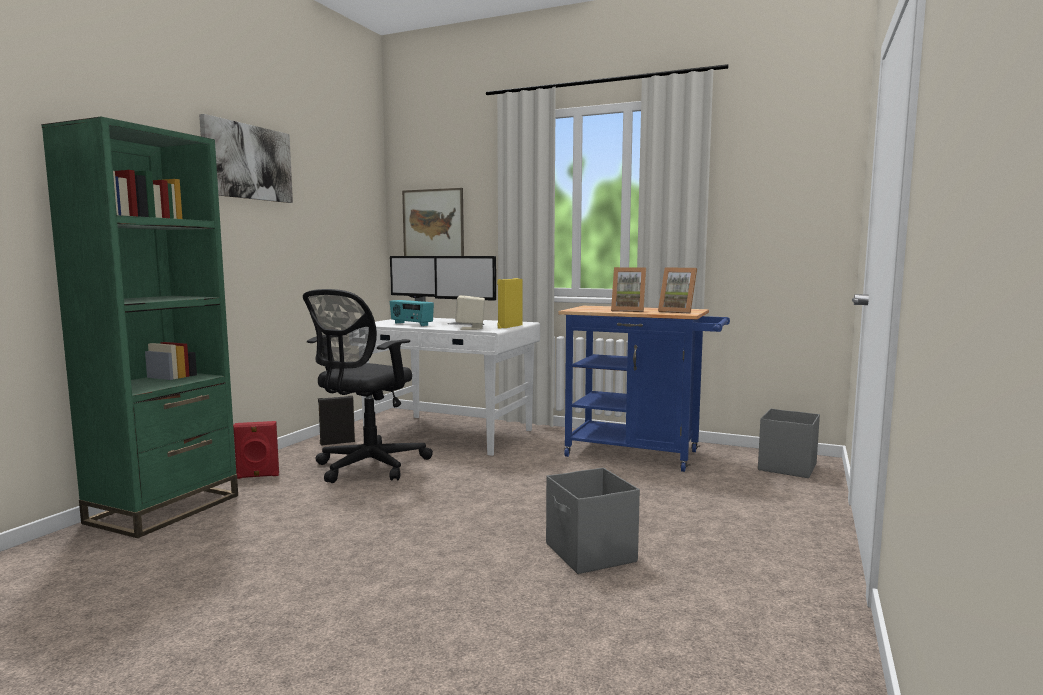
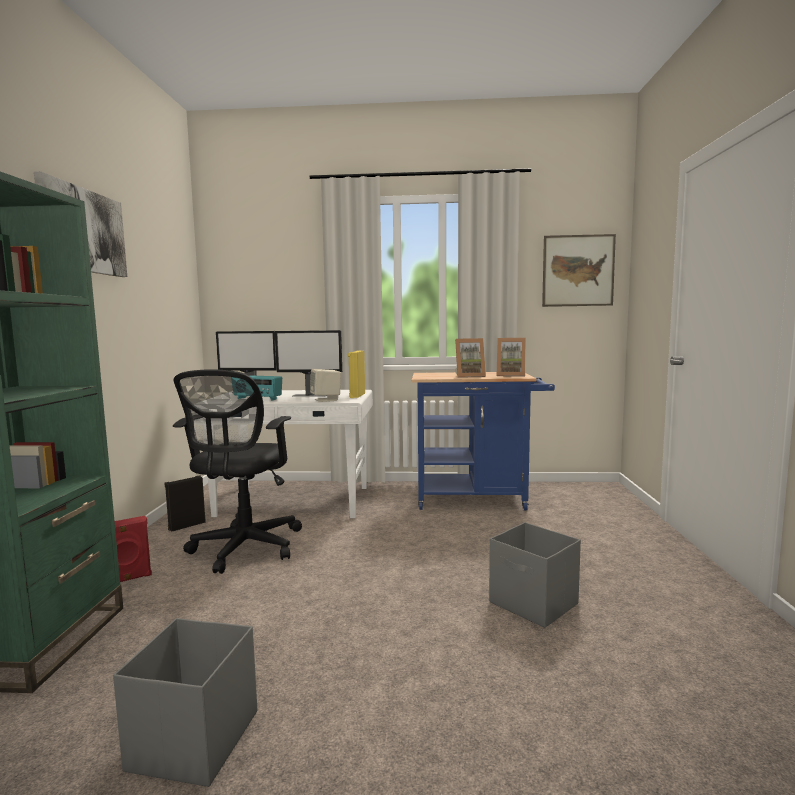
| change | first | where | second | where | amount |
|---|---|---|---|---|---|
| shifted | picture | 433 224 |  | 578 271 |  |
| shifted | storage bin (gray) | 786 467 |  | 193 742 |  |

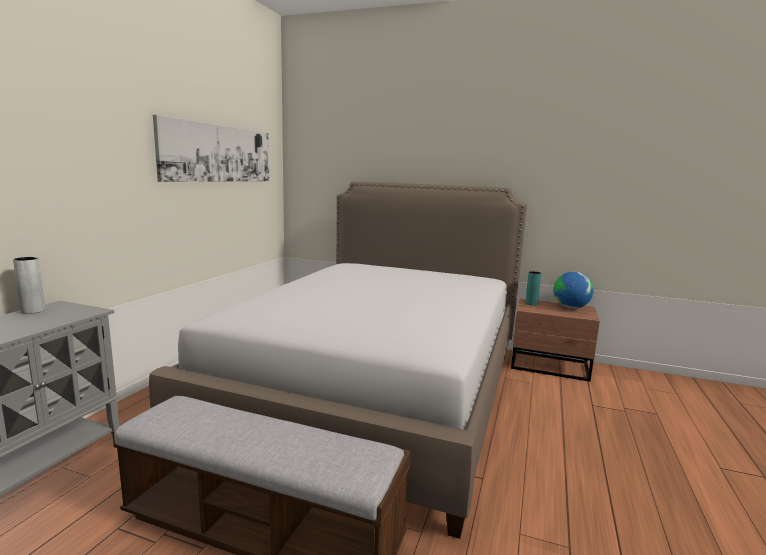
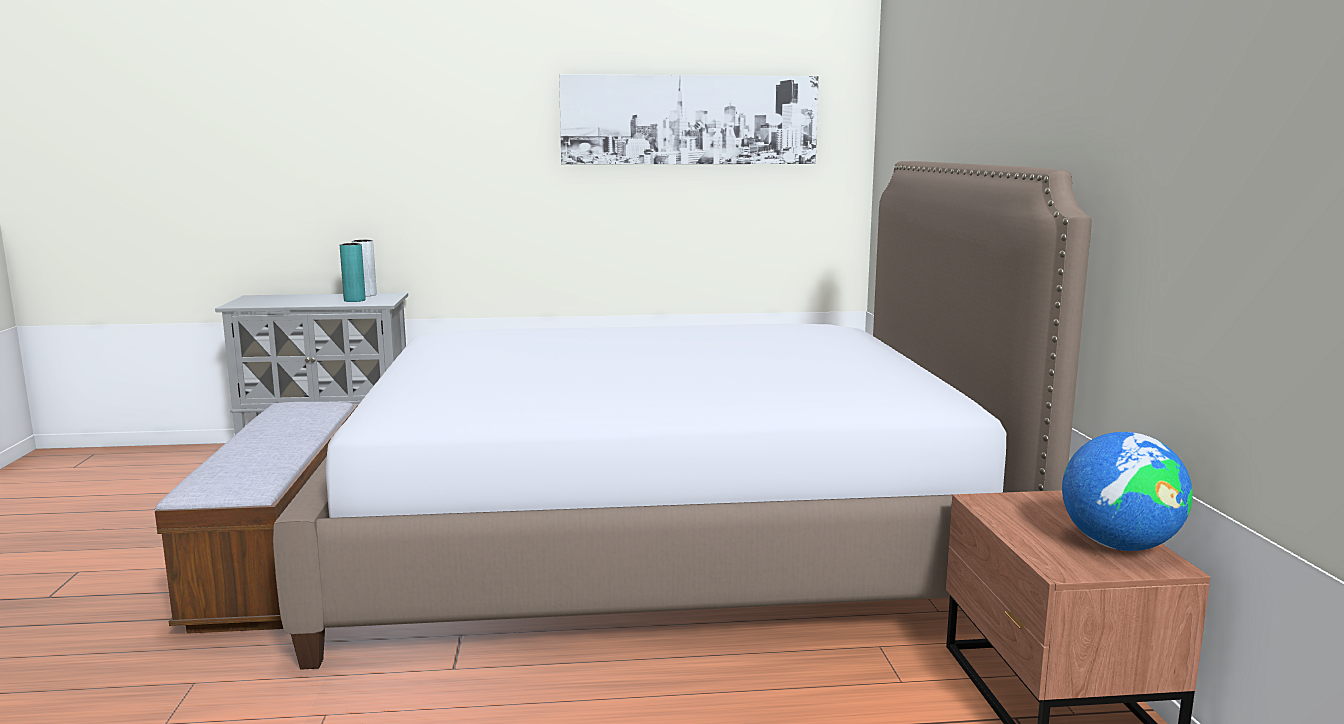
| change | first | where | second | where | amount |
|---|---|---|---|---|---|
| shifted | decorative vase (turquoise-coloured) | 531 304 |  | 354 300 |  |

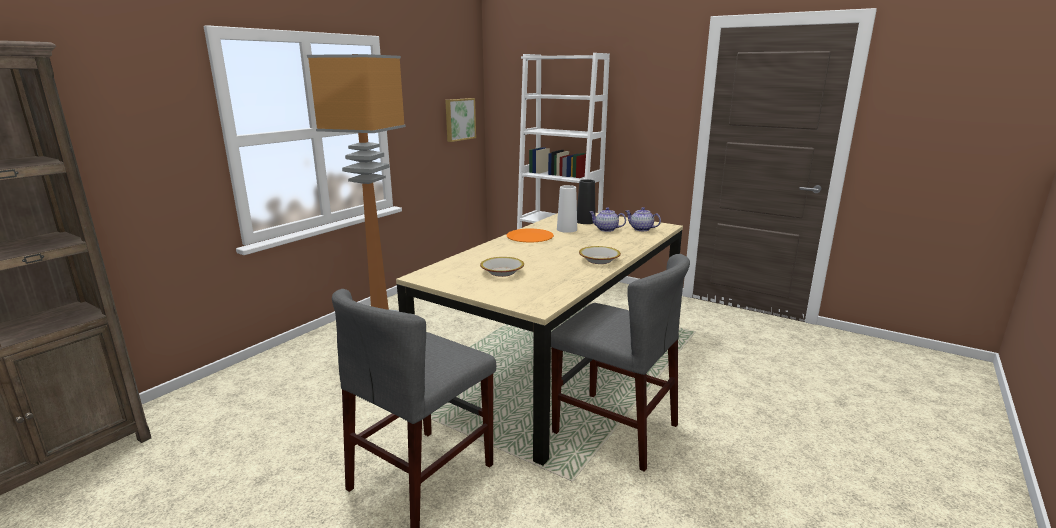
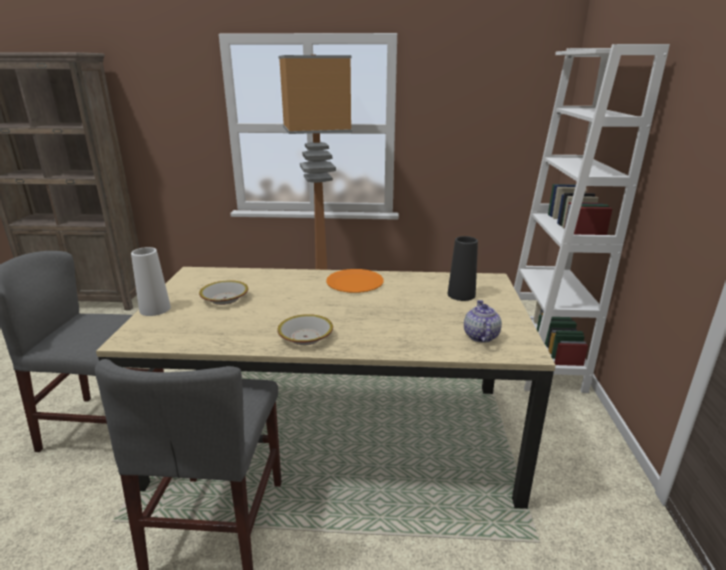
| change | first | where | second | where | amount |
|---|---|---|---|---|---|
| gone | picture | 459 119 |  |  |  |
| shifted | decorative vase (white-coloured) | 567 229 |  | 155 309 |  |
| gone | teapot | 606 229 |  |  |  |

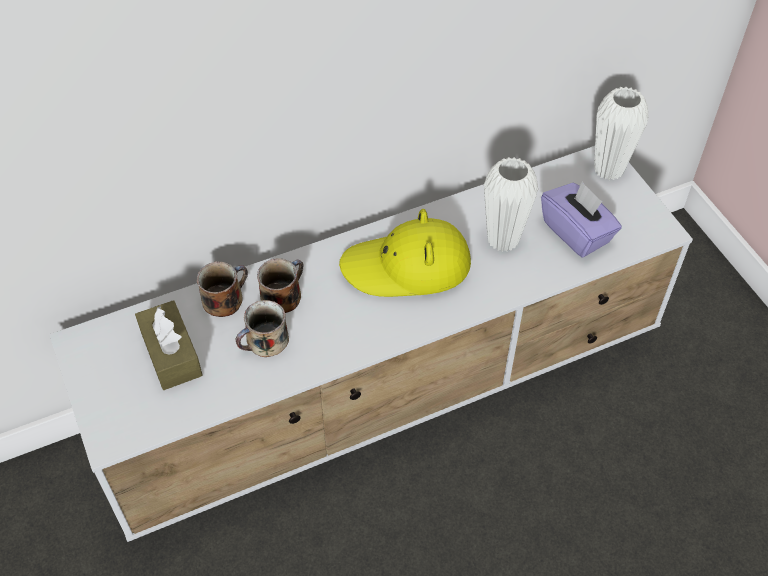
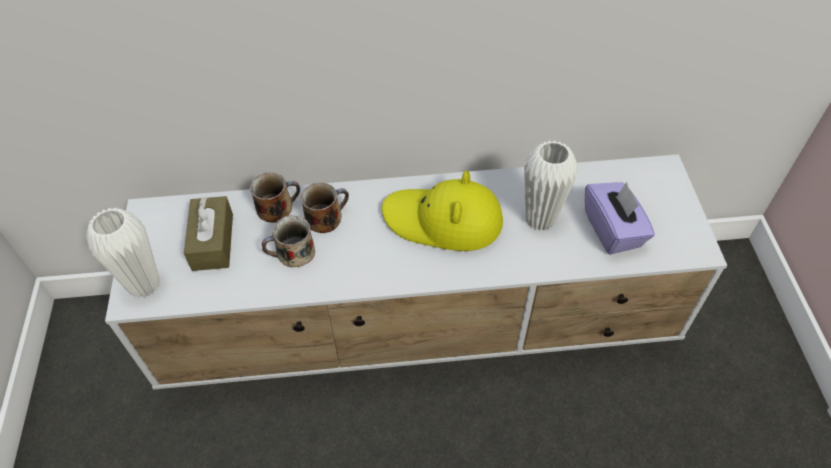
| change | first | where | second | where | amount |
|---|---|---|---|---|---|
| shifted | decorative vase (white-coloured) | 608 169 |  | 144 284 |  |

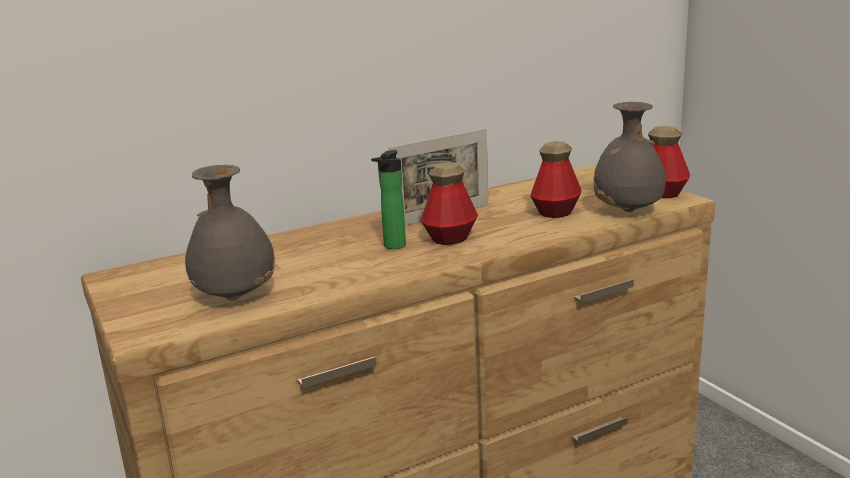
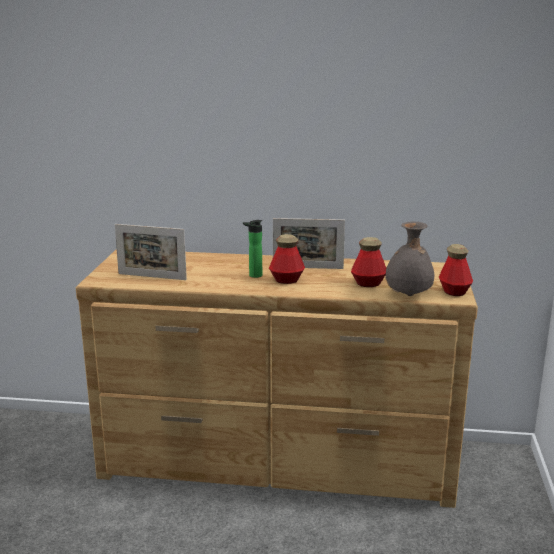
| change | first | where | second | where | amount |
|---|---|---|---|---|---|
| swapped | decorative vase (gray) | 235 296 | photo frame | 152 277 |  |

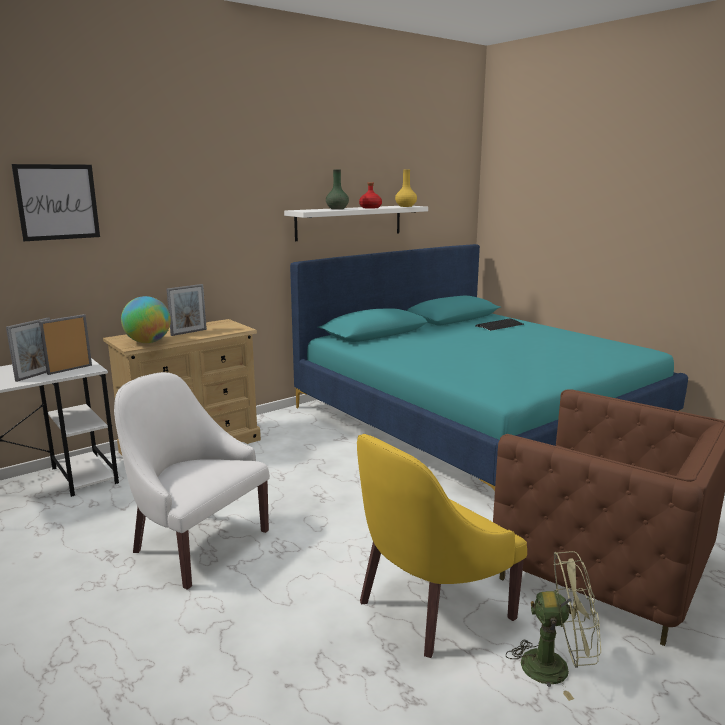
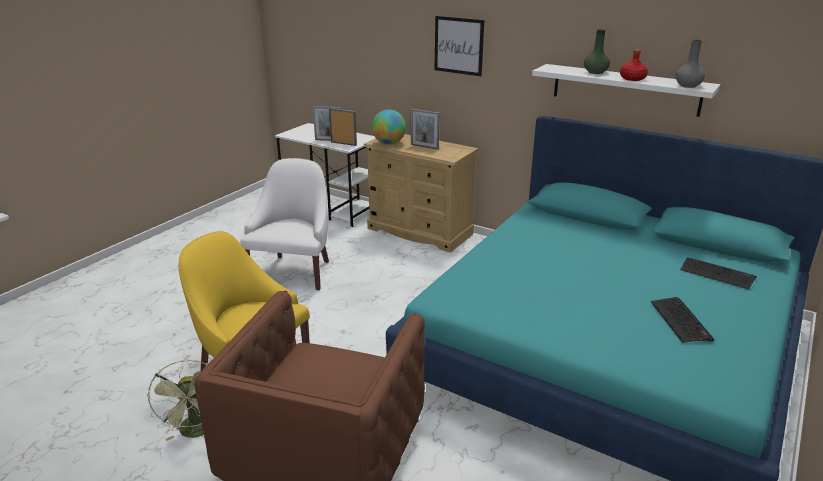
| change | first | where | second | where | amount |
|---|---|---|---|---|---|
| shifted | picture | 57 202 |  | 458 45 |  |
| repainted | decorative vase (yellowish) | 405 206 | decorative vase (gray) | 687 85 |  |
| new |  |  | computer keyboard | 681 320 |  |

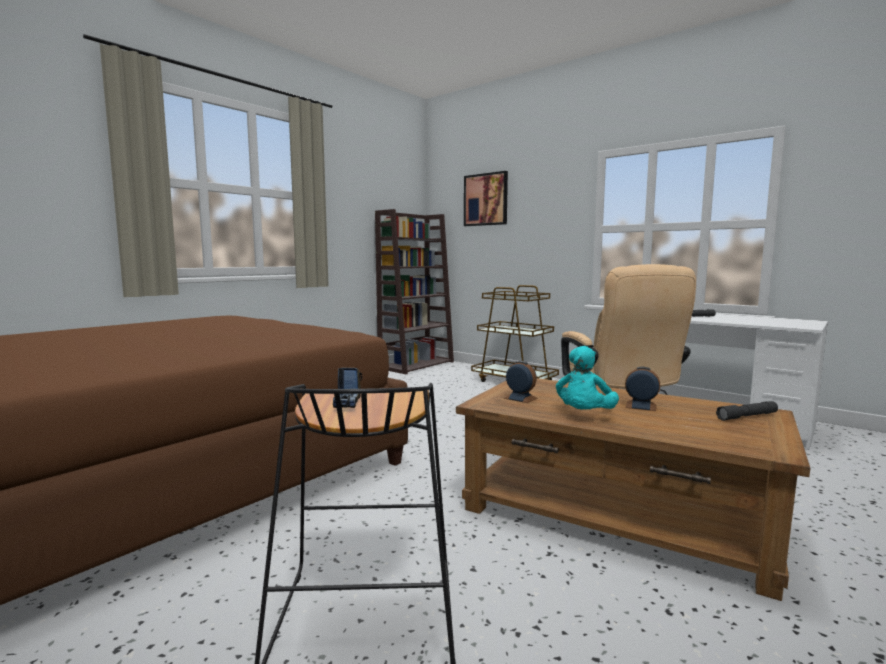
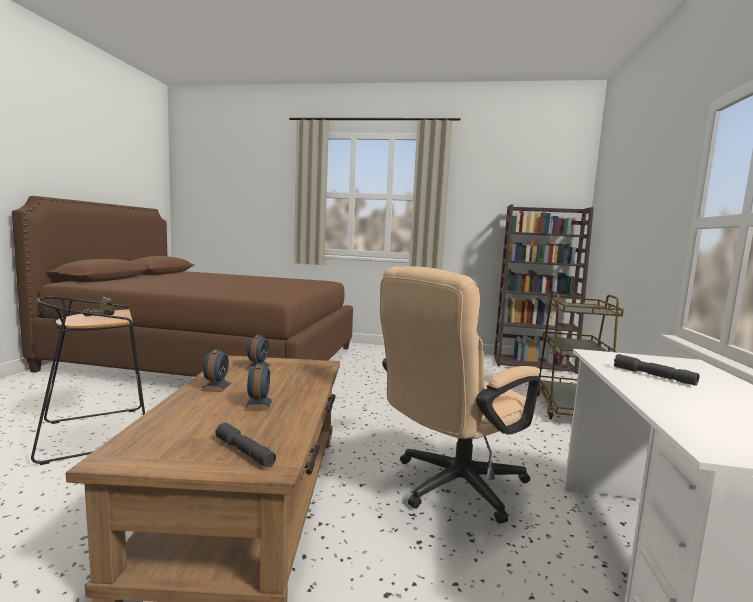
| change | first | where | second | where | amount |
|---|---|---|---|---|---|
| gone | picture | 486 199 |  |  |  |
| swapped | soft toy (turquoise-coloured) | 584 415 | bedside clock | 216 386 |  |

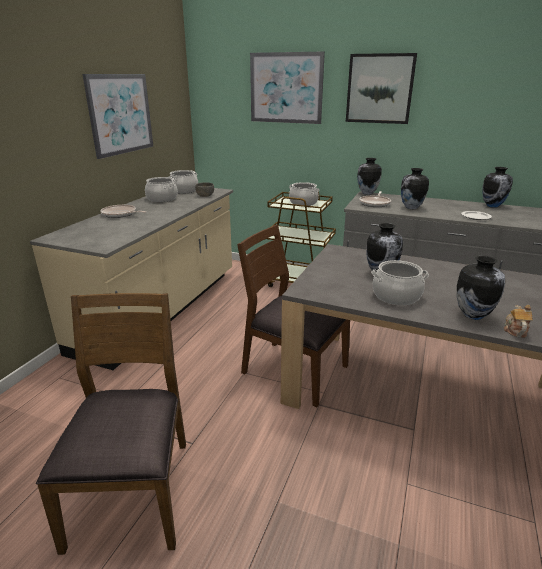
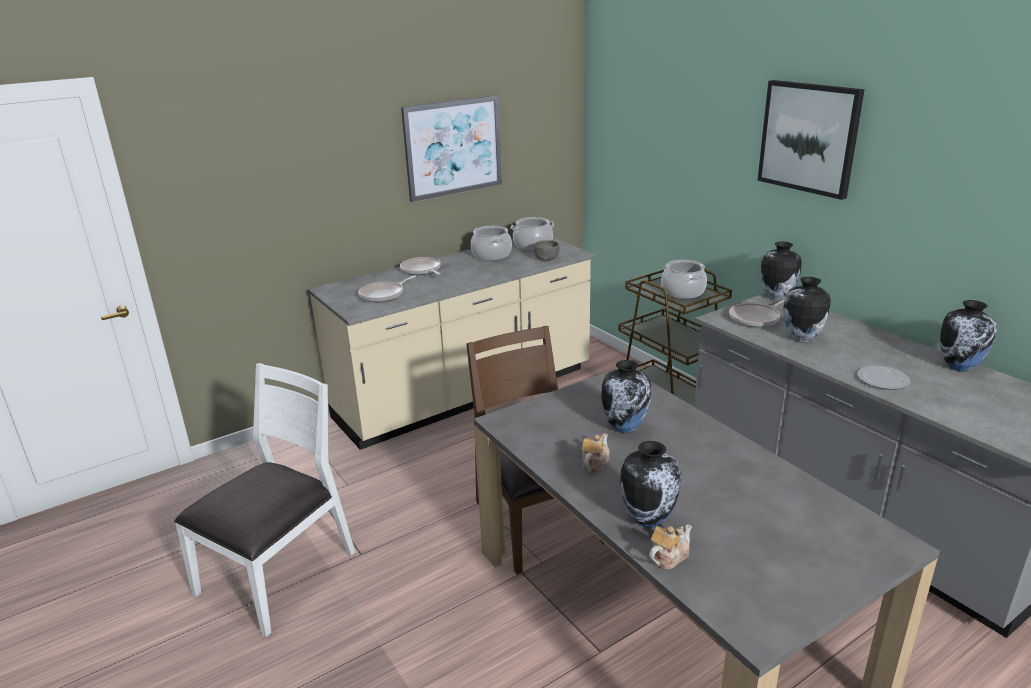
| change | first | where | second | where | amount |
|---|---|---|---|---|---|
| repainted | chair (brownish) | 133 491 | chair (white-coloured) | 279 573 |  |
| gone | picture | 286 88 |  |  |  |
| swapped | saucepot | 396 296 | teapot | 594 463 |  |
| new |  |  | skillet | 384 295 |  |

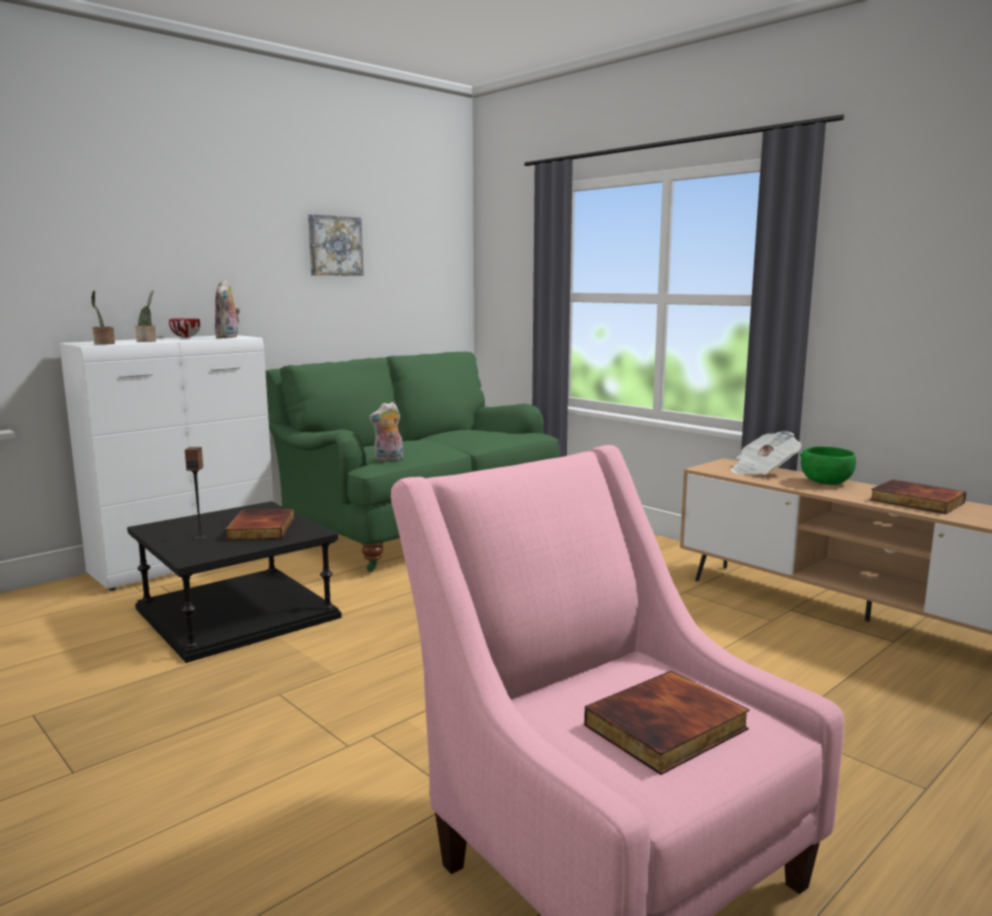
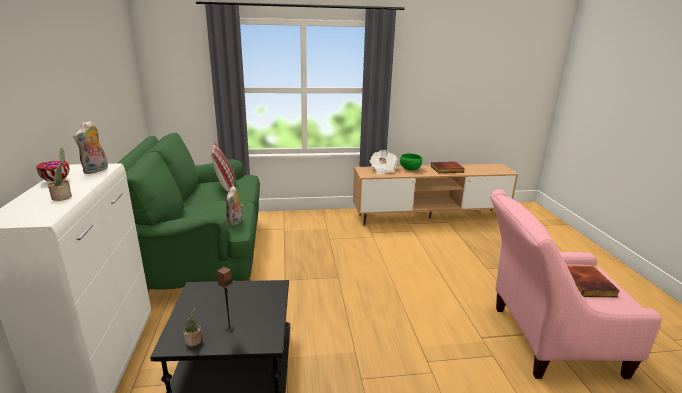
| change | first | where | second | where | amount |
|---|---|---|---|---|---|
| shifted | houseplant | 103 344 |  | 194 341 |  |
| rotated | soft toy | 228 337 |  | 96 170 | 75 degrees clockwise |
| gone | book | 259 529 |  |  |  |
| gone | picture | 334 246 |  |  |  |
| new |  |  | cushion | 225 186 |  |

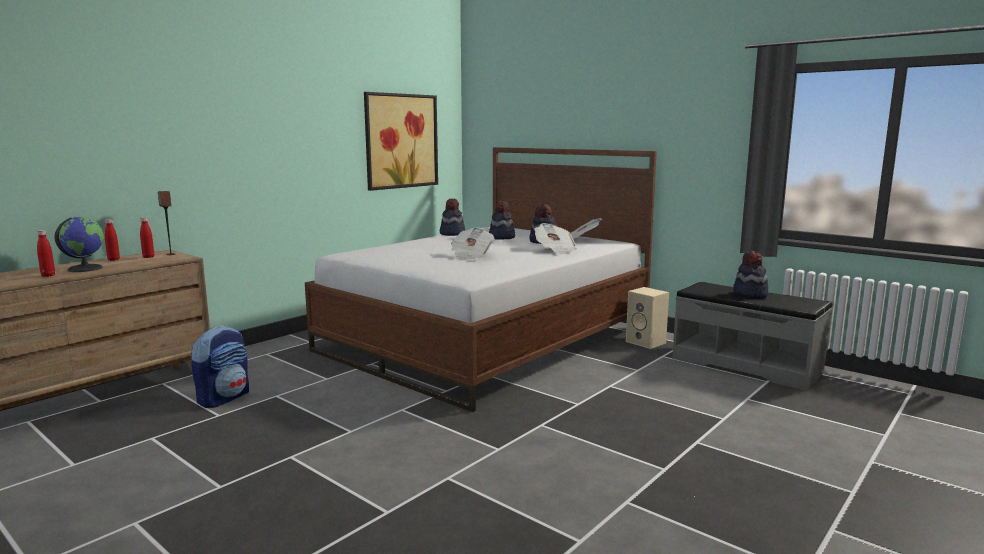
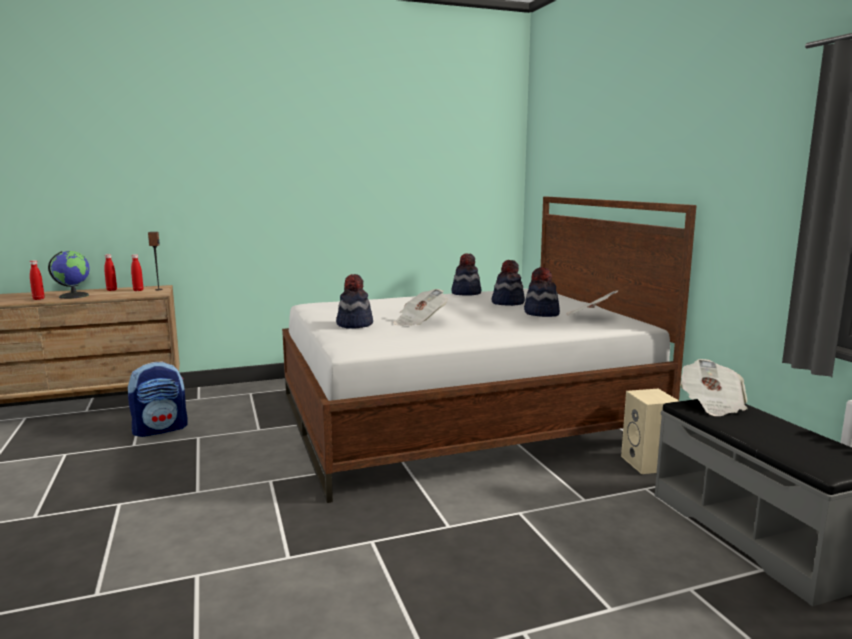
| change | first | where | second | where | amount |
|---|---|---|---|---|---|
| gone | picture | 401 141 |  |  |  |
| shifted | printed paper | 555 250 |  | 712 404 |  |
| shifted | hat | 750 295 |  | 354 324 |  |

